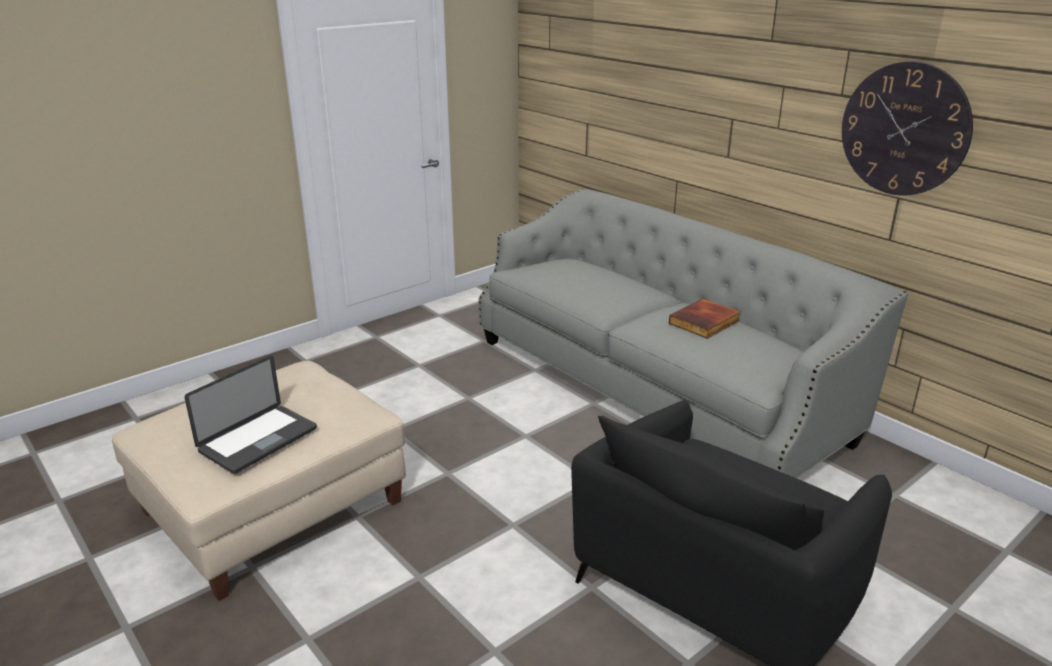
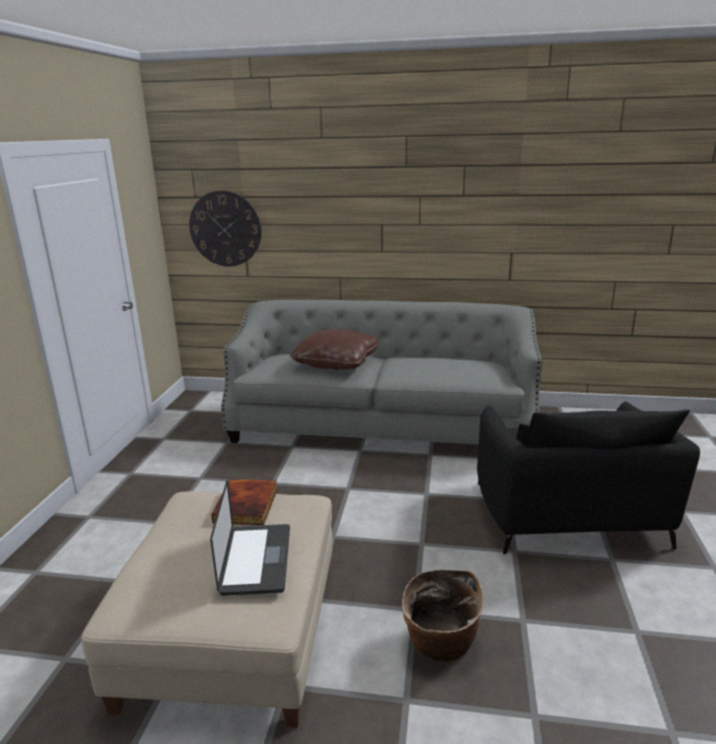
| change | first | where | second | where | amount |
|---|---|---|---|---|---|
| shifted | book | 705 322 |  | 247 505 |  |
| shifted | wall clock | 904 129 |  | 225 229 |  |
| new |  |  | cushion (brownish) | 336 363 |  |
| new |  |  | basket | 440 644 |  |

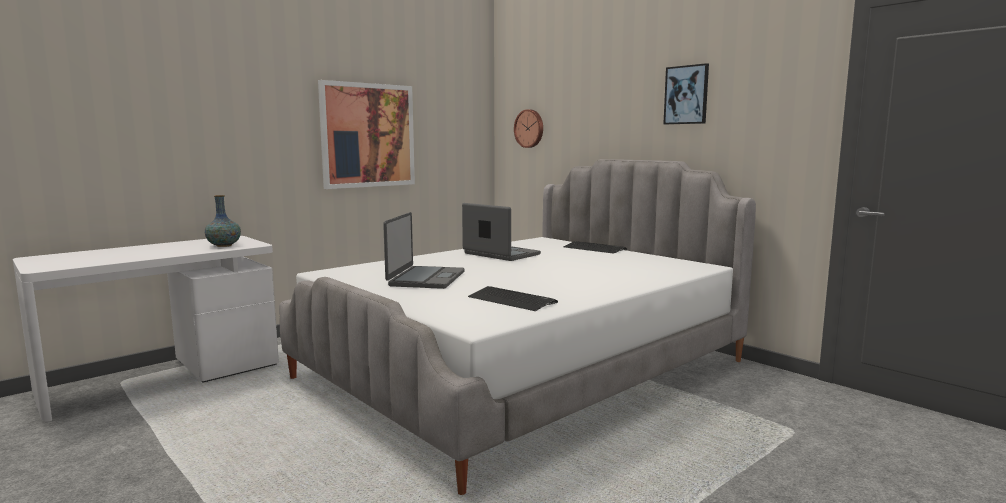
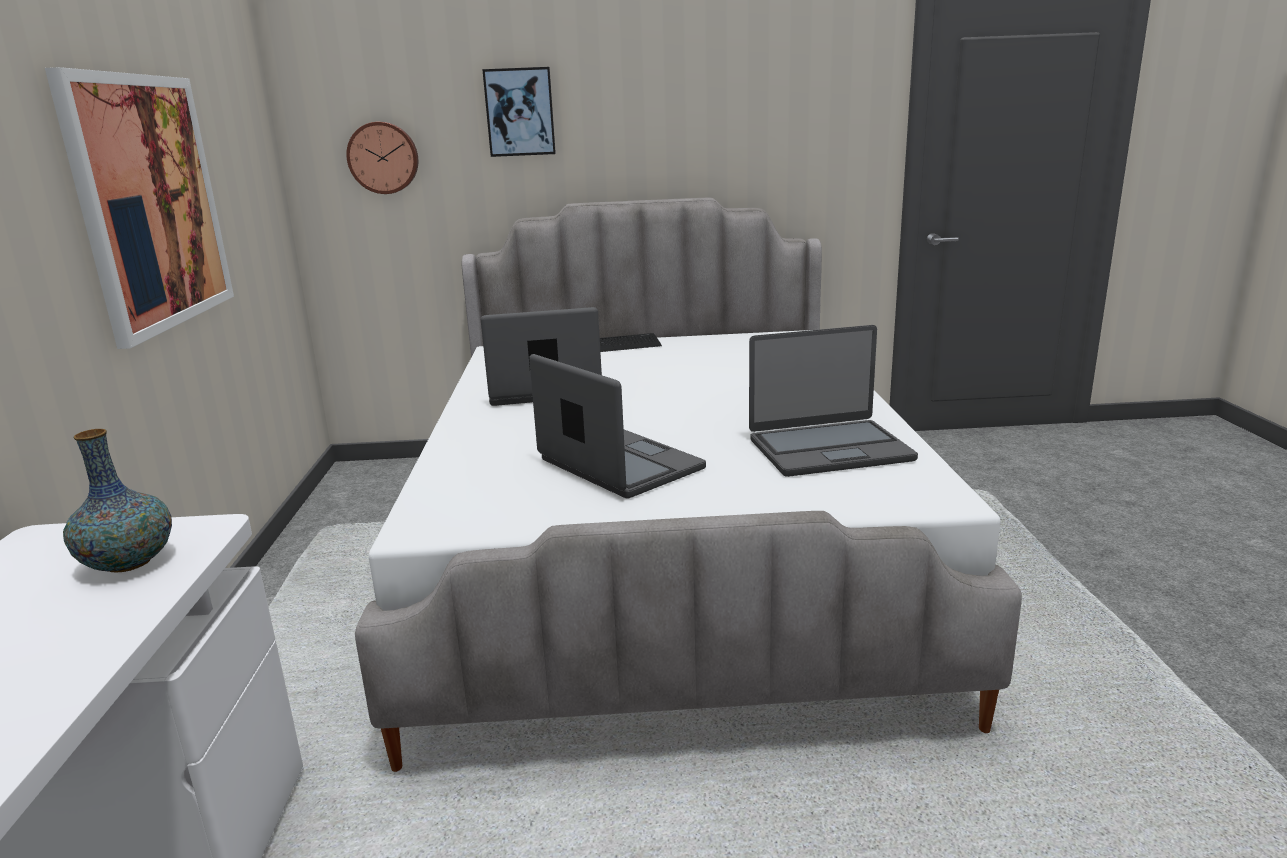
| change | first | where | second | where | amount |
|---|---|---|---|---|---|
| swapped | computer keyboard | 511 300 | laptop | 829 449 |  |
| shifted | picture | 686 95 |  | 520 112 |  |

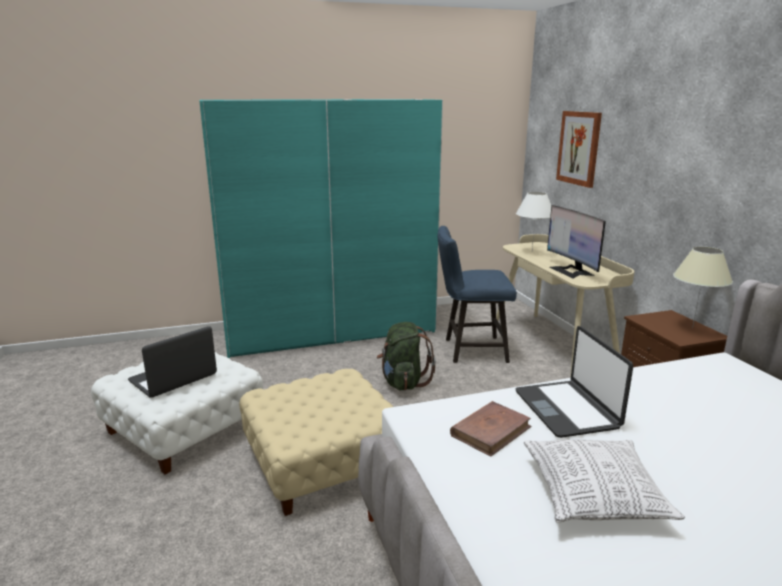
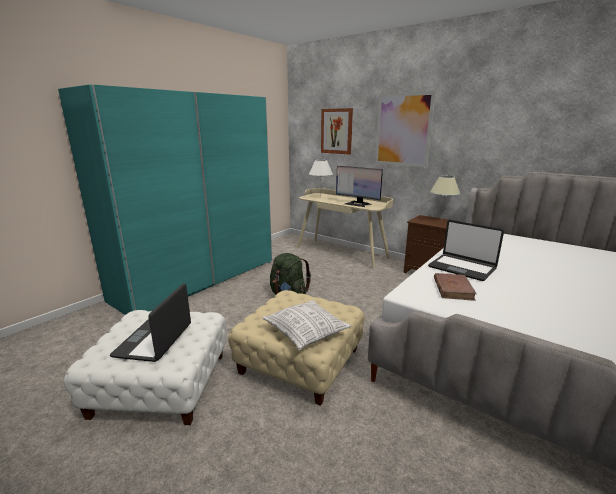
| change | first | where | second | where | amount |
|---|---|---|---|---|---|
| gone | chair (blue-coloured) | 470 350 |  |  |  |
| shifted | cushion | 594 495 |  | 306 332 |  |
| new |  |  | picture | 403 130 |  |

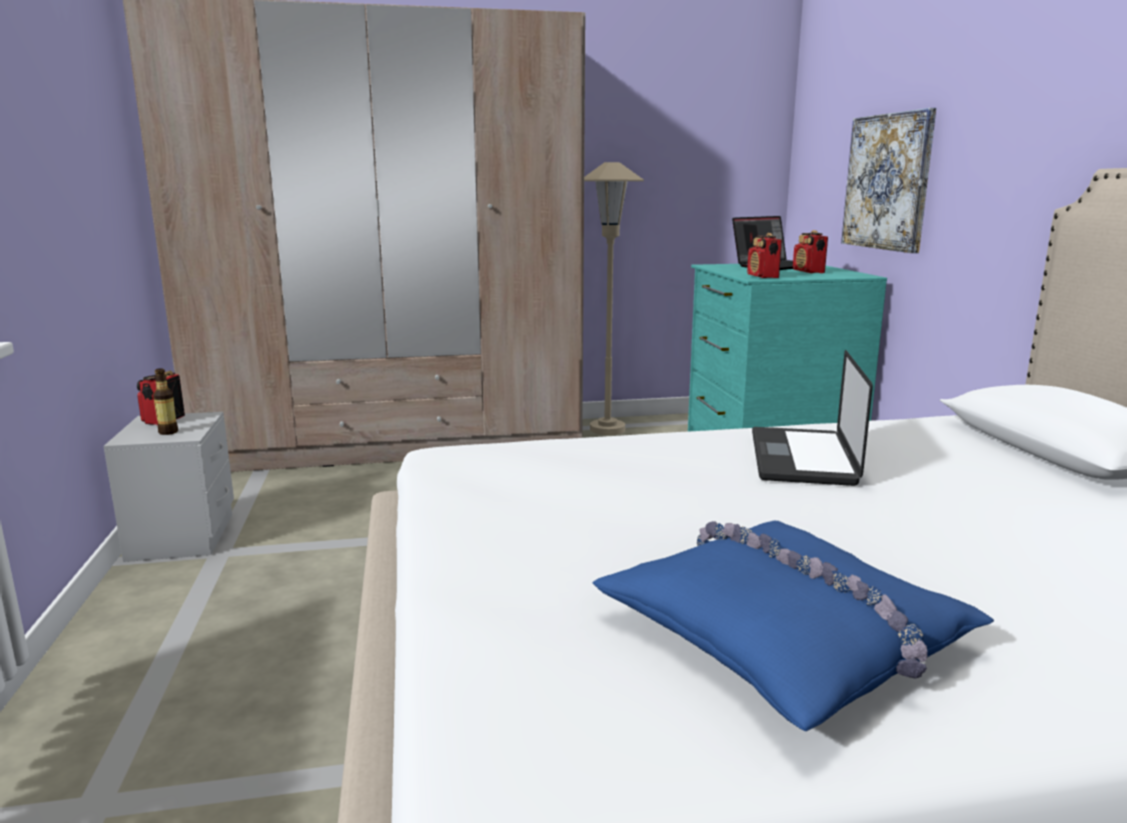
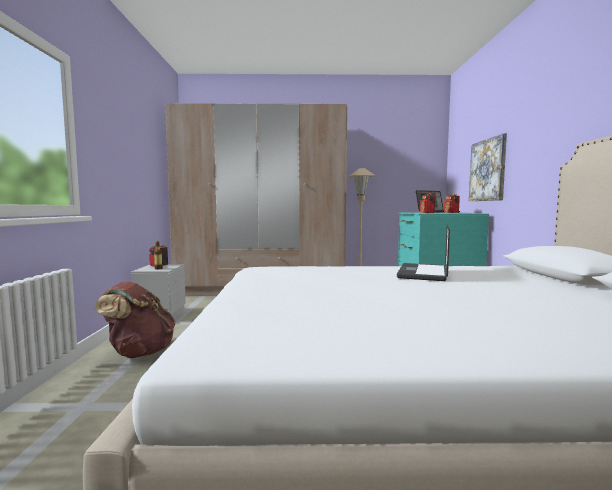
| change | first | where | second | where | amount |
|---|---|---|---|---|---|
| gone | cushion (blue-coloured) | 785 636 |  |  |  |
| new |  |  | rucksack (brownish) | 139 352 |  |

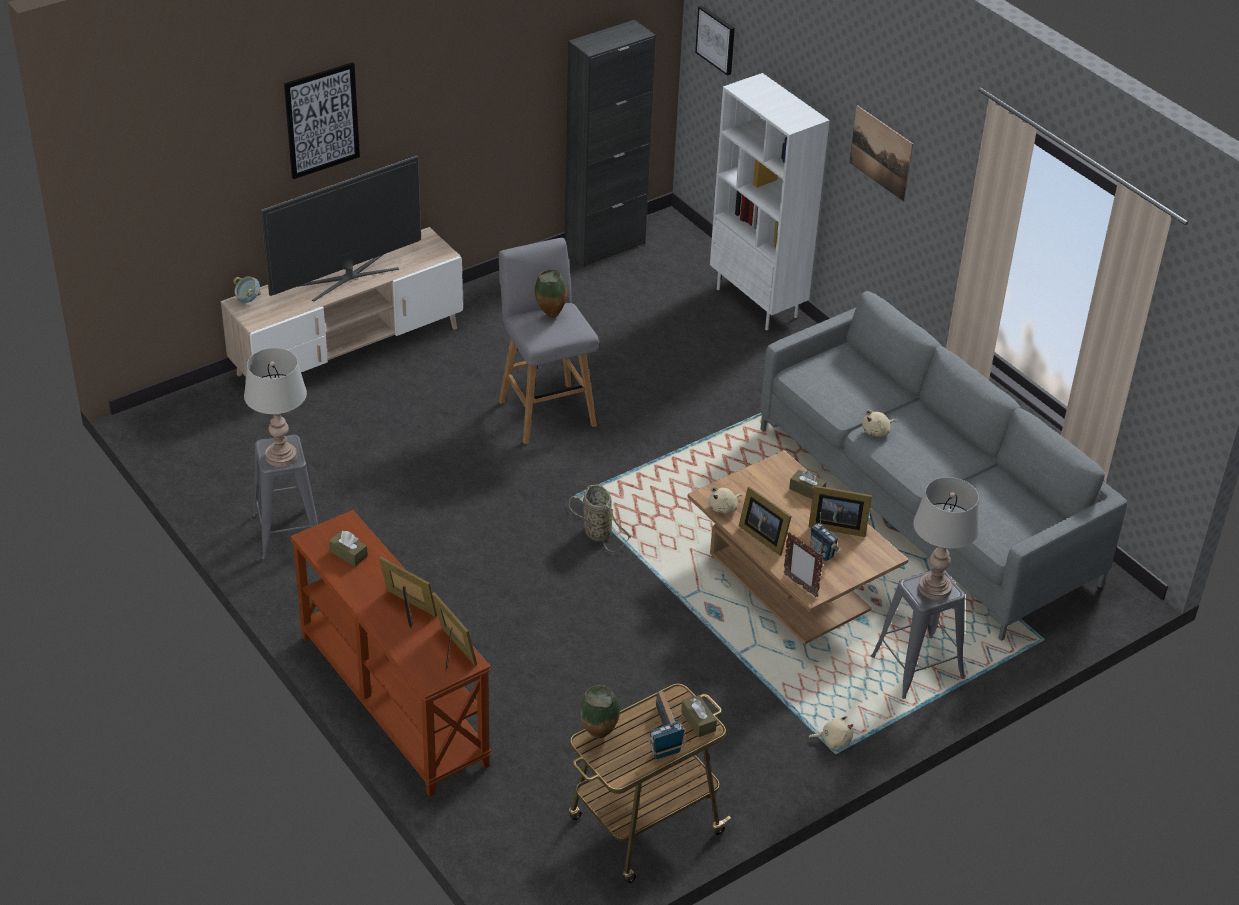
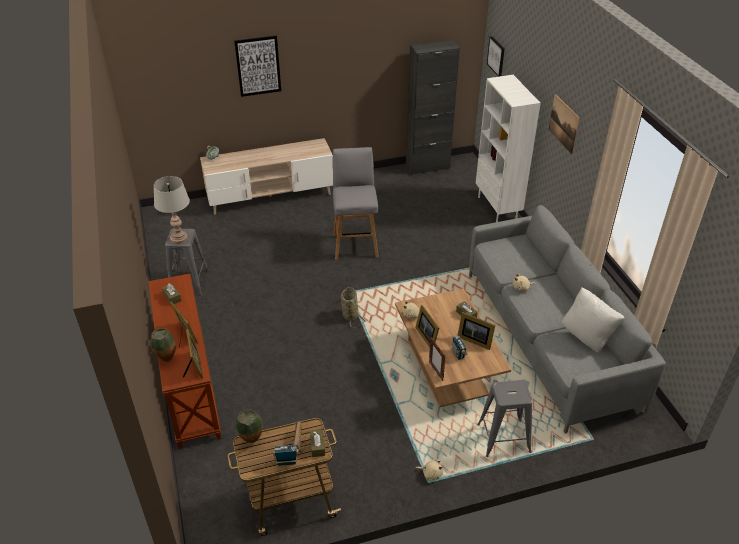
| change | first | where | second | where | amount |
|---|---|---|---|---|---|
| gone | TV | 348 276 |  |  |  |
| shifted | decorative vase | 550 315 |  | 166 359 |  |
| gone | table lamp (gray) | 934 588 |  |  |  |
| new |  |  | cushion (white-coloured) | 587 338 |  |

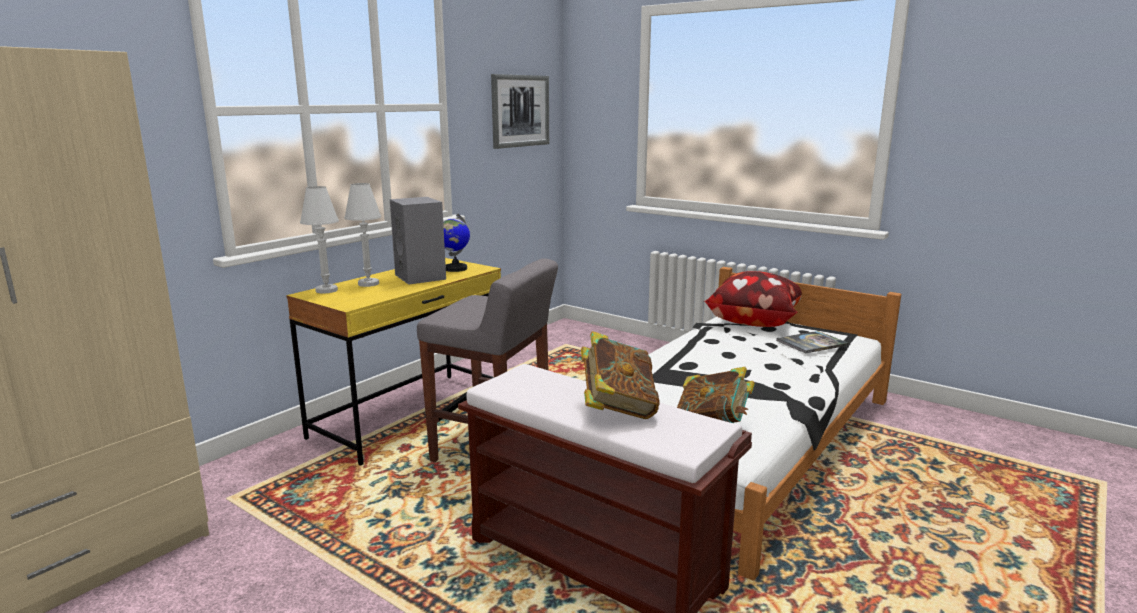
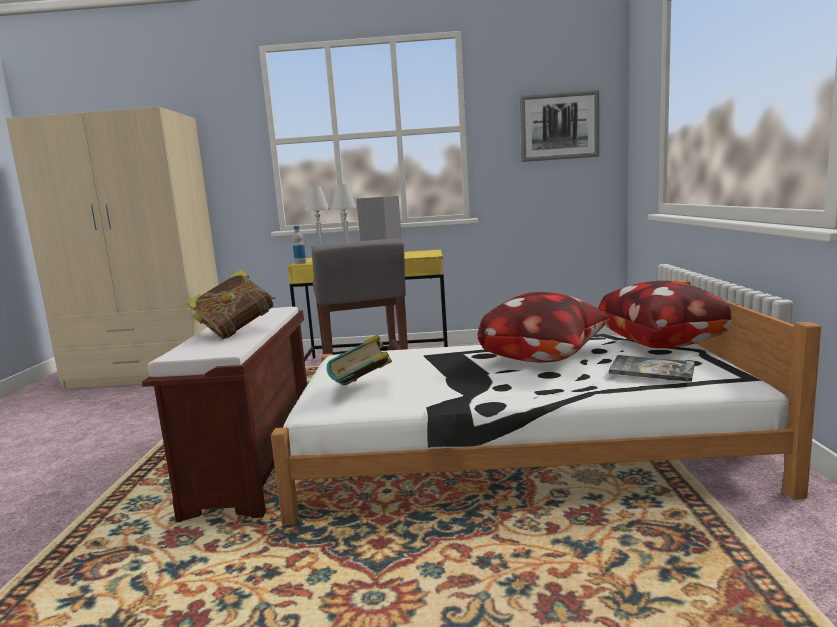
| change | first | where | second | where | amount |
|---|---|---|---|---|---|
| gone | desk globe | 455 269 |  |  |  |
| new |  |  | drink bottle | 300 263 |  |
| new |  |  | cushion | 546 358 |  |

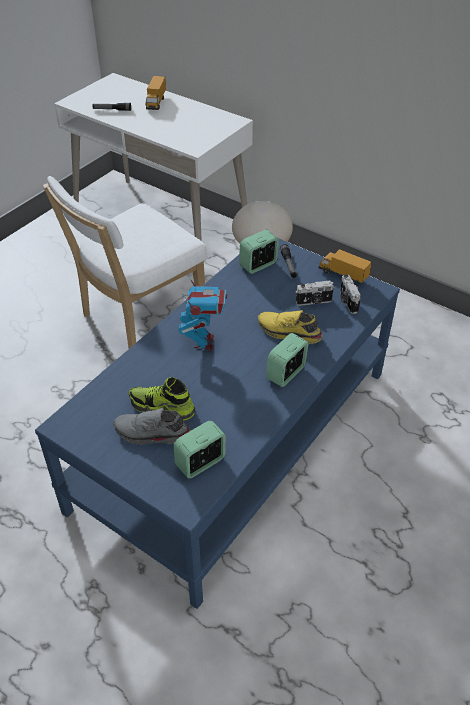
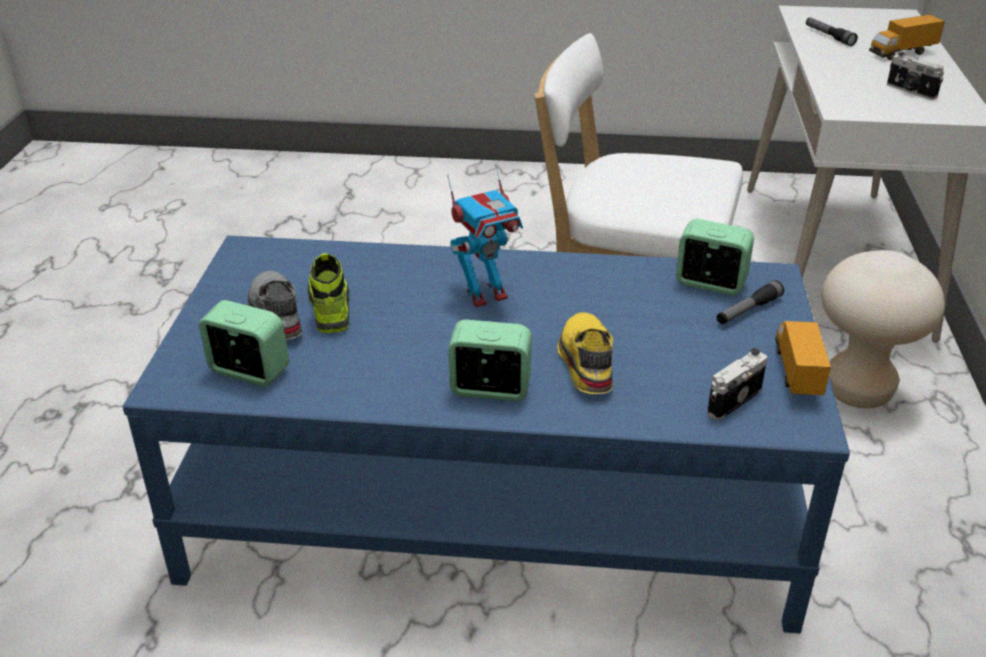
| change | first | where | second | where | amount |
|---|---|---|---|---|---|
| shifted | still camera | 314 302 |  | 910 91 |  |

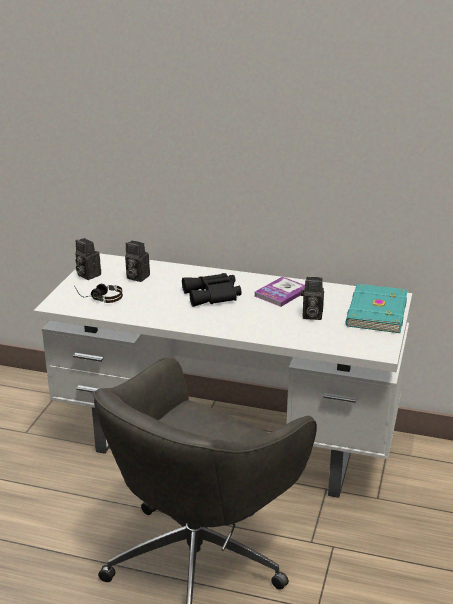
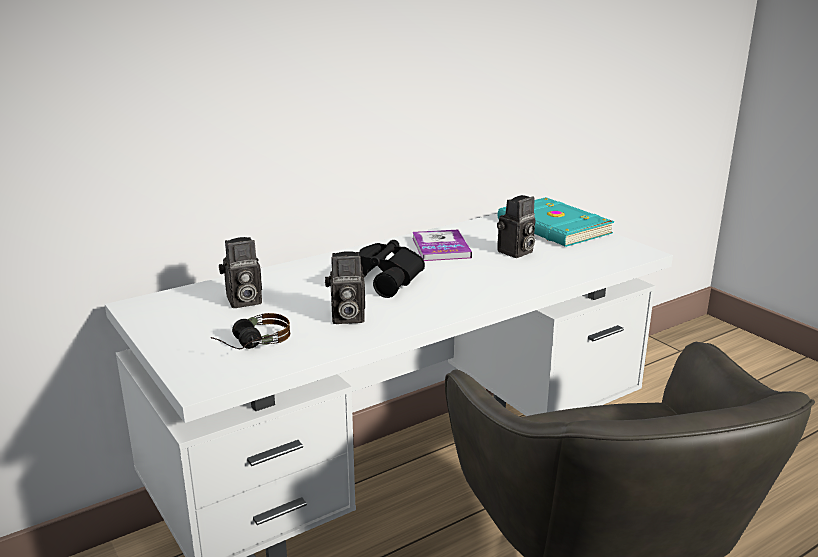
| change | first | where | second | where | amount |
|---|---|---|---|---|---|
| shifted | still camera | 87 275 |  | 345 318 |  |

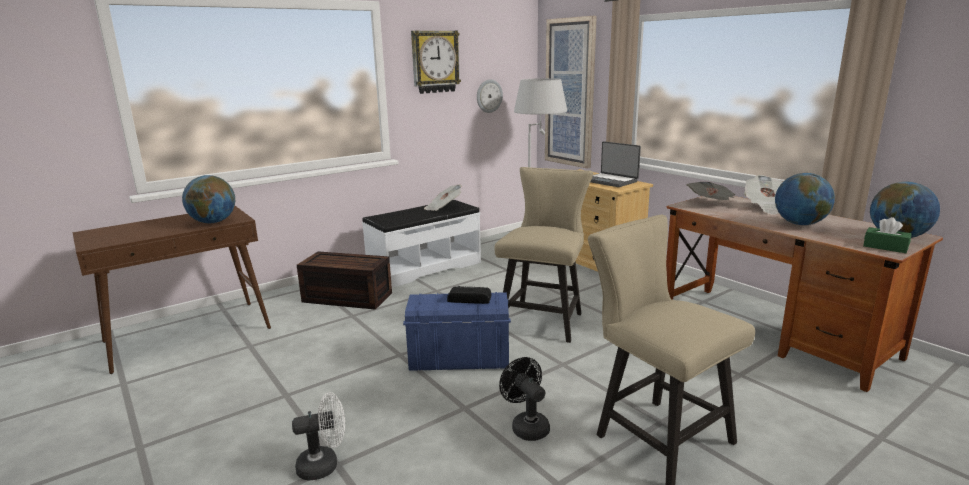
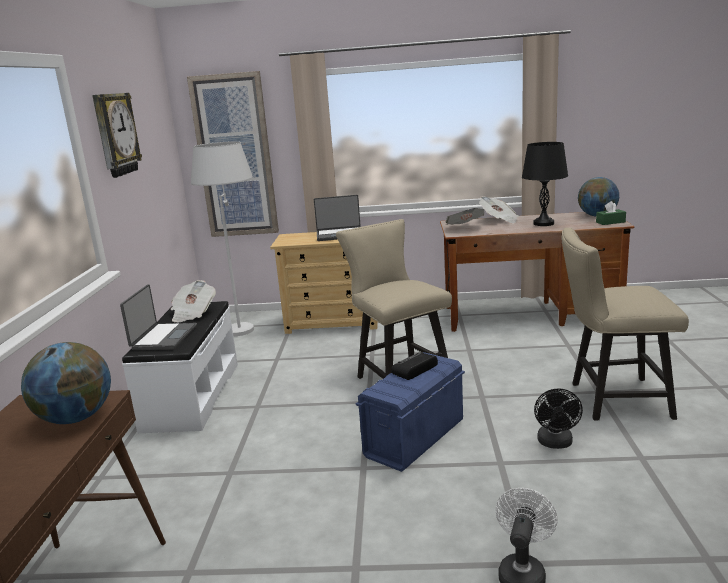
| change | first | where | second | where | amount |
|---|---|---|---|---|---|
| gone | storage bin (brownish) | 345 298 |  |  |  |
| gone | wall clock | 489 96 |  |  |  |
| rotated | electric fan (black) | 526 426 |  | 555 443 | 90 degrees counterclockwise |
| swapped | desk globe | 800 224 | table lamp (black) | 543 223 |  |
| new |  |  | laptop | 163 338 |  |

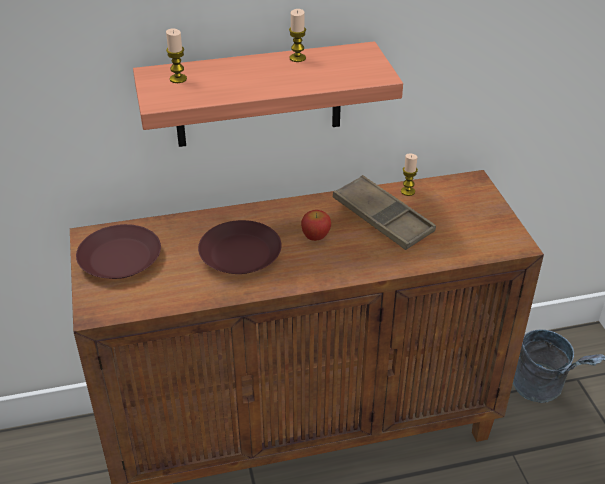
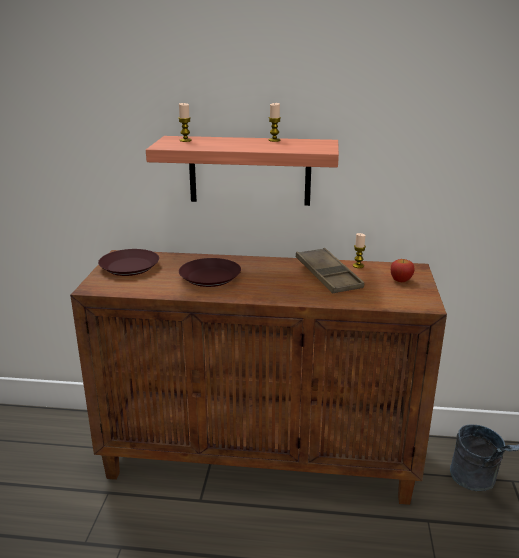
| change | first | where | second | where | amount |
|---|---|---|---|---|---|
| shifted | apple | 316 236 |  | 401 280 |  |

